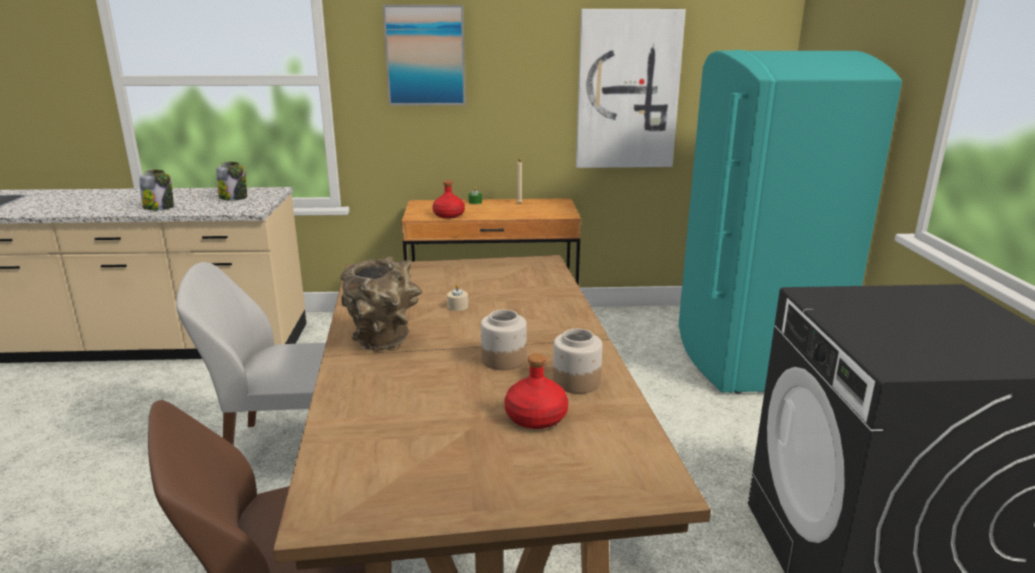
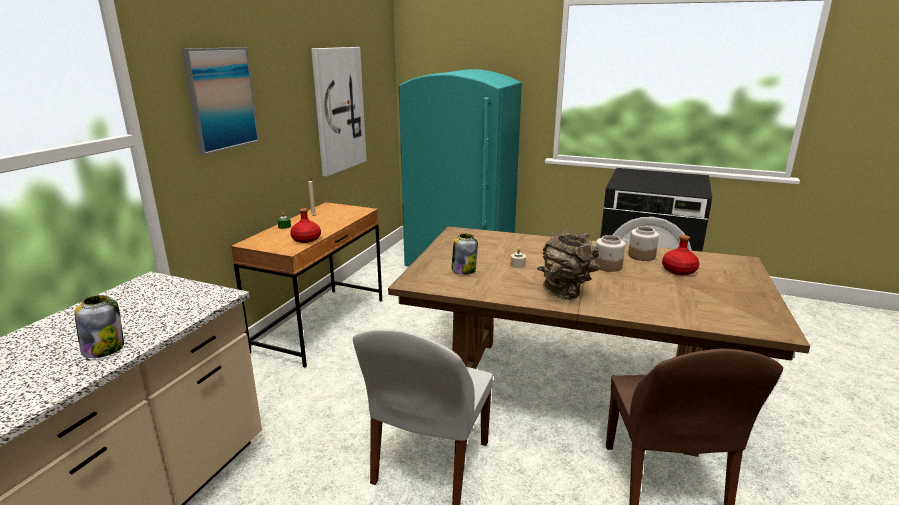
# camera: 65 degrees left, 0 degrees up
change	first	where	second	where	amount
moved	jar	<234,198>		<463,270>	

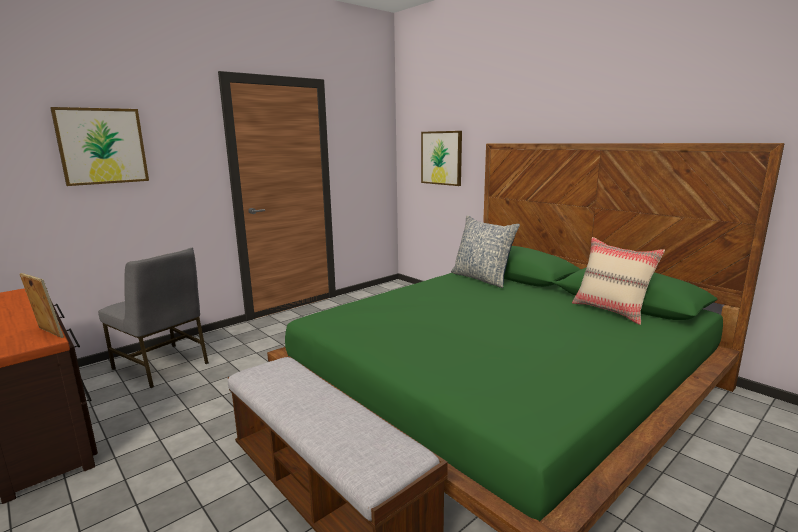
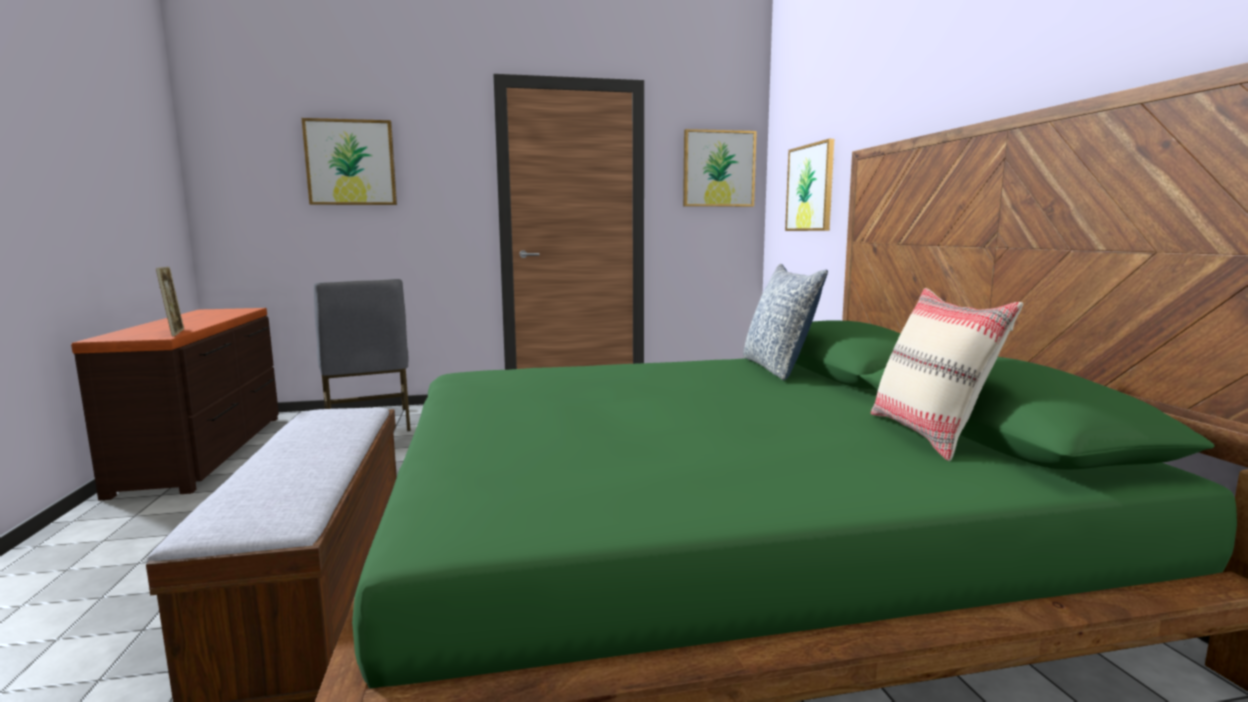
# camera: 30 degrees right, 5 degrees down
change	first	where	second	where	amount
added			picture	<719,169>	

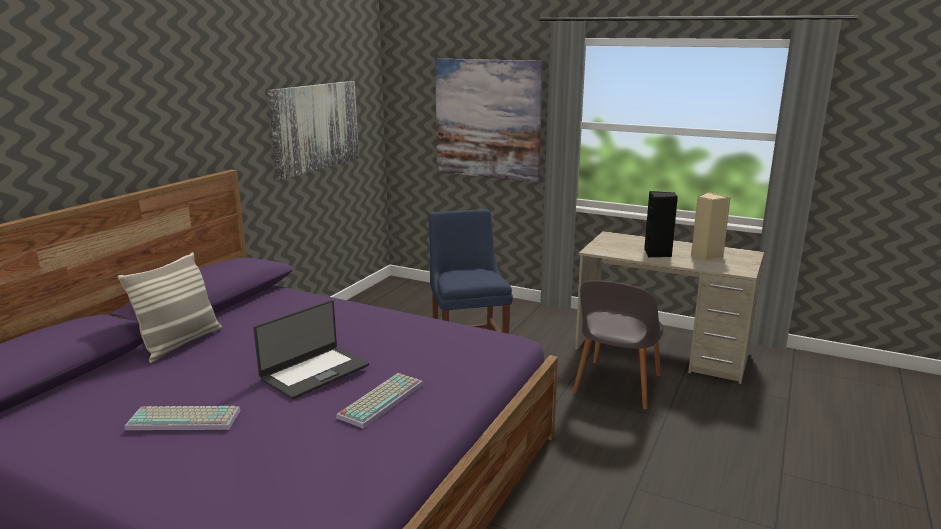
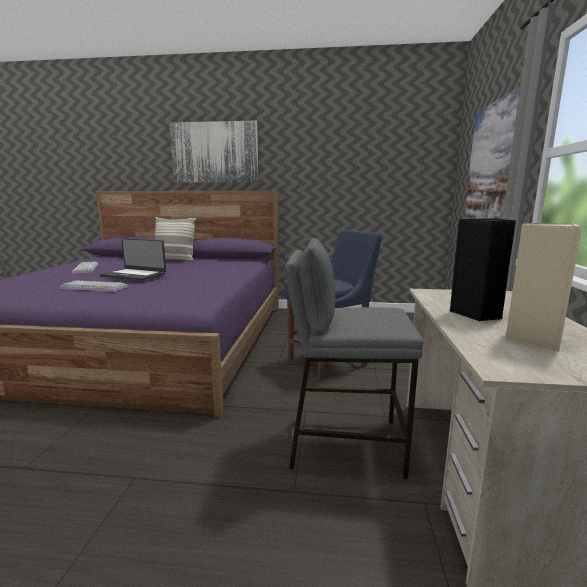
# camera: 70 degrees right, 5 degrees down
change	first	where	second	where	amount
moved	picture	<315,127>		<215,152>	
replaced	grey chair	<616,386>	grey stool	<345,443>	

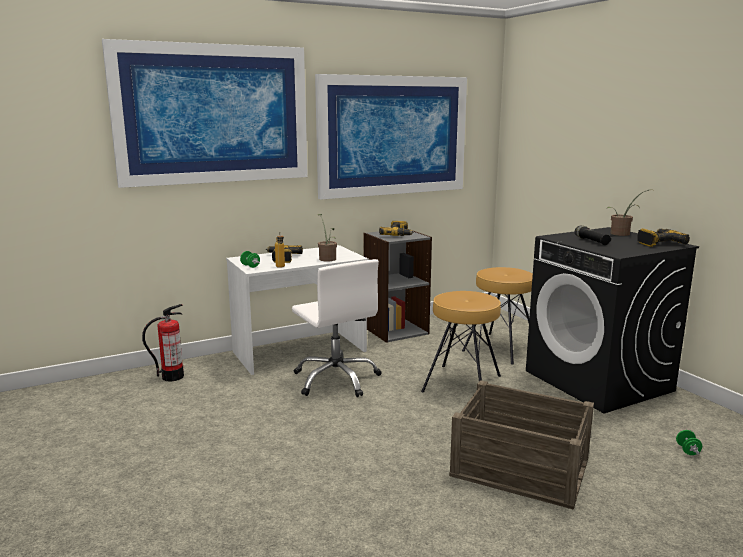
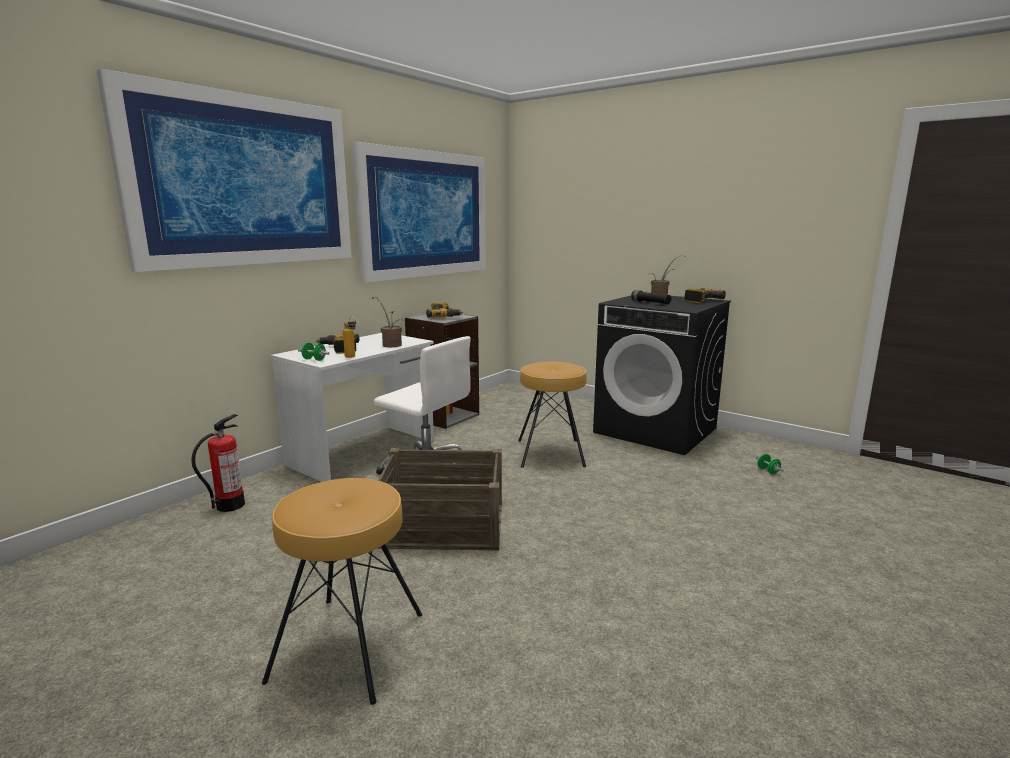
# camera: 25 degrees left, 0 degrees up
change	first	where	second	where	amount
moved	crate	<519,466>		<442,523>	
moved	brown stool	<501,348>		<349,646>	

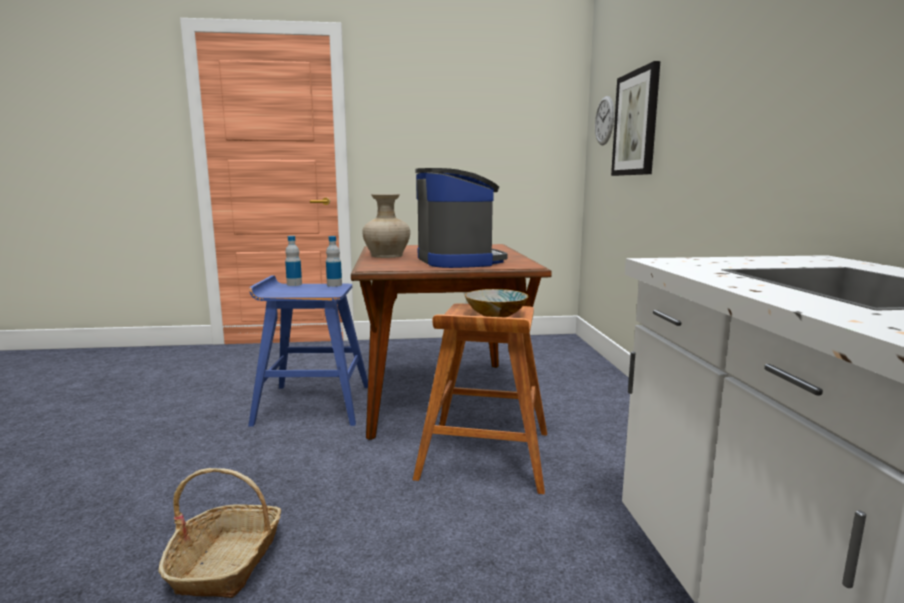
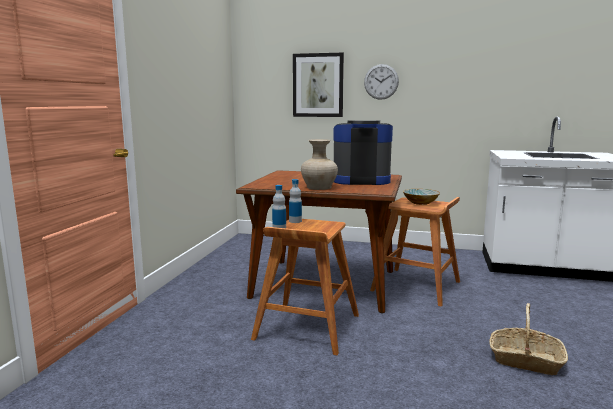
# camera: 70 degrees left, 0 degrees up
change	first	where	second	where	amount
recoloured	blue stool	<312,404>	brown stool	<307,327>	
moved	wall clock	<604,120>		<381,82>	

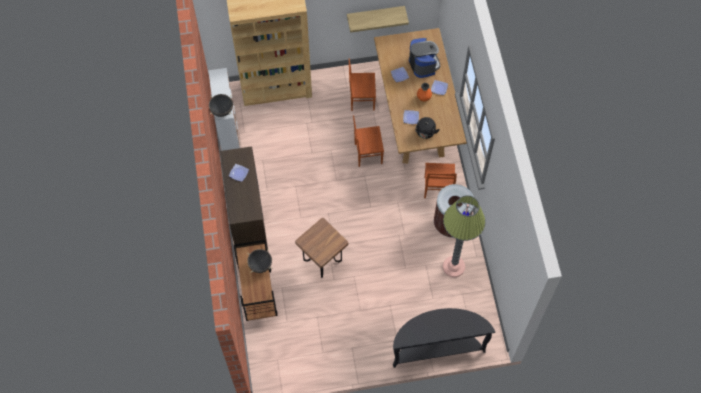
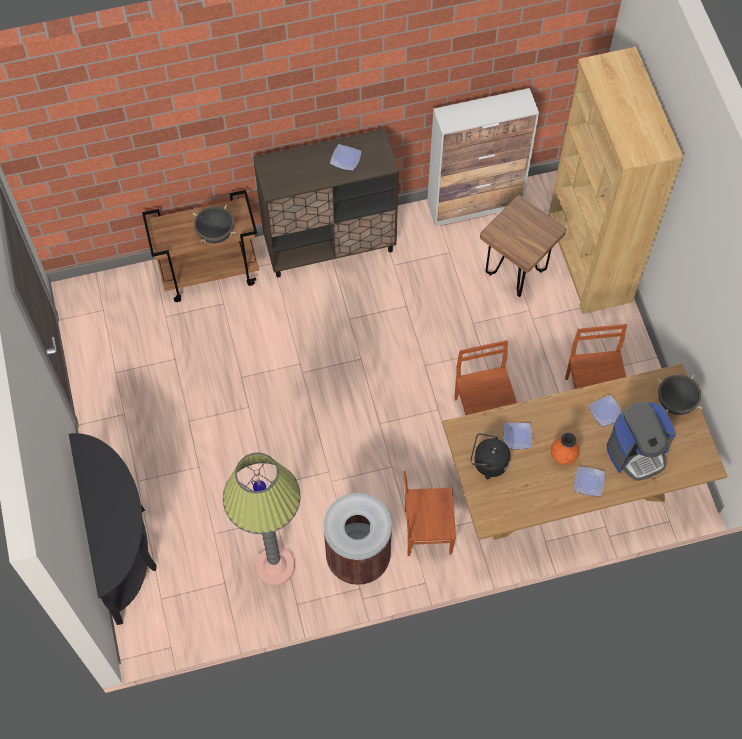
# camera: 85 degrees right, 0 degrees up
change	first	where	second	where	amount
moved	black cooking pot	<222,111>		<675,403>	
moved	brown stool	<322,261>		<515,273>	
removed	shelf	<375,15>			

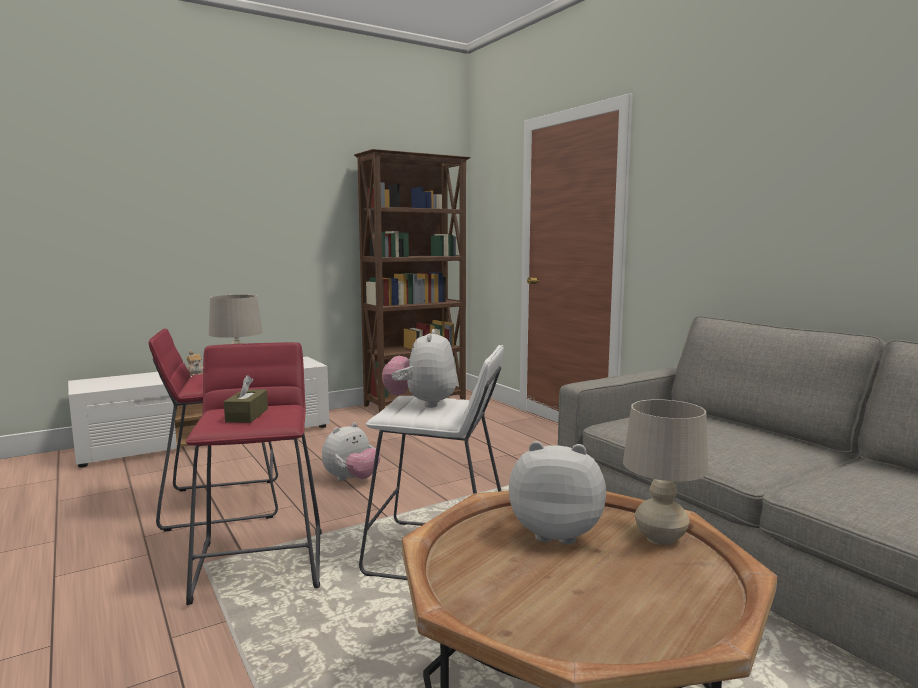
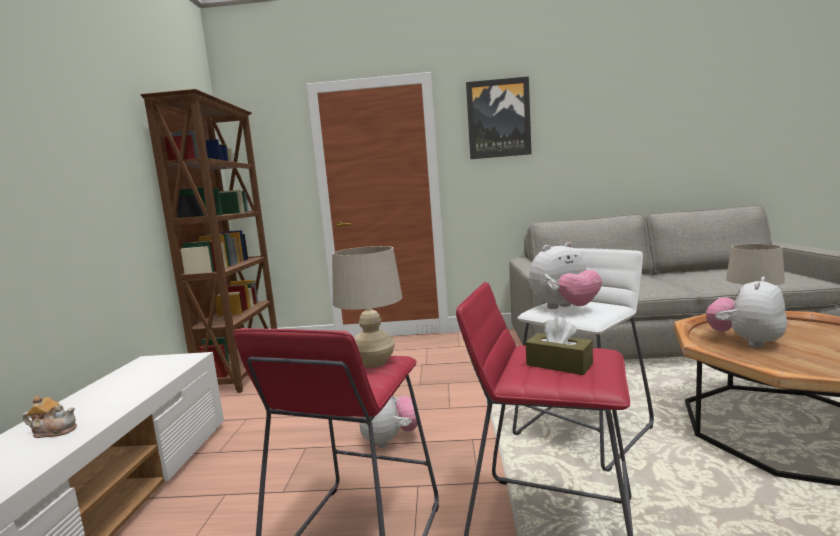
# camera: 55 degrees left, 0 degrees up
change	first	where	second	where	amount
turned	plush toy	<421,403>		<564,308>	60 degrees counterclockwise
added			picture	<498,119>	

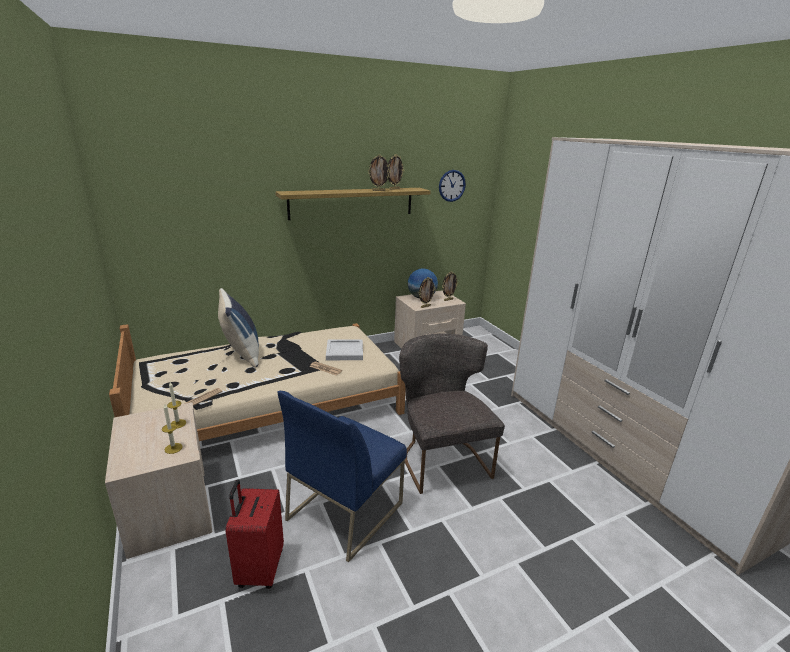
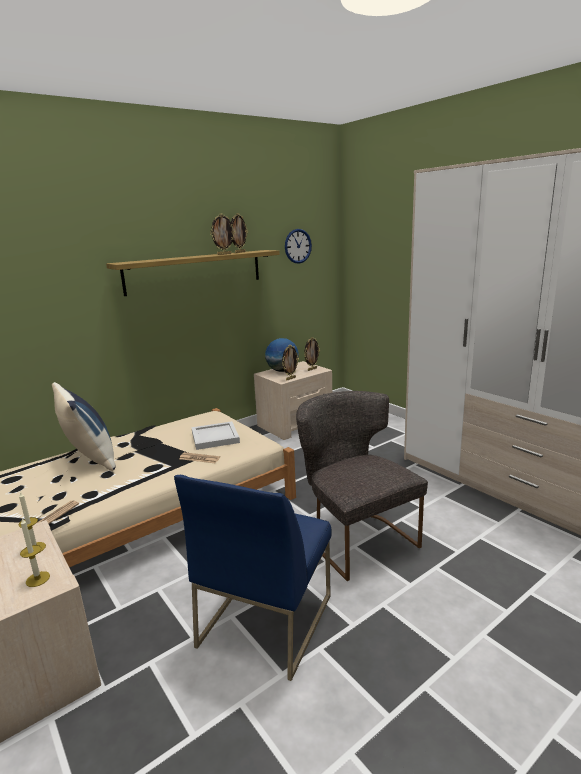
# camera: 10 degrees left, 5 degrees down
change	first	where	second	where	amount
removed	red suitcase	<259,569>			

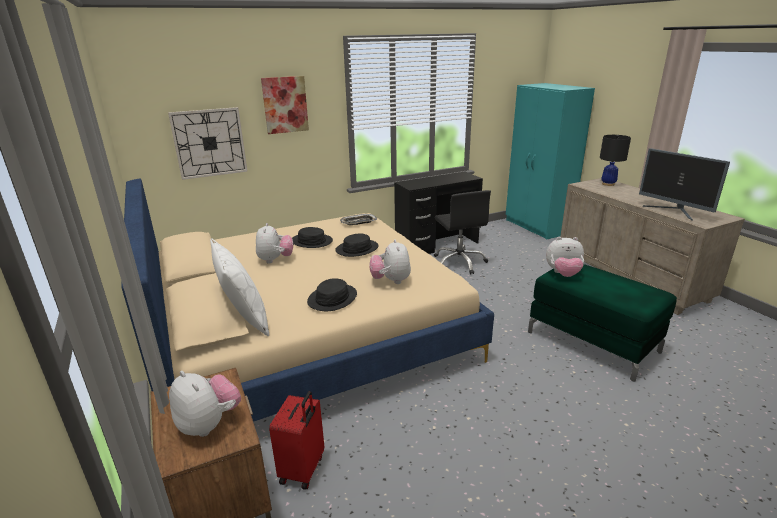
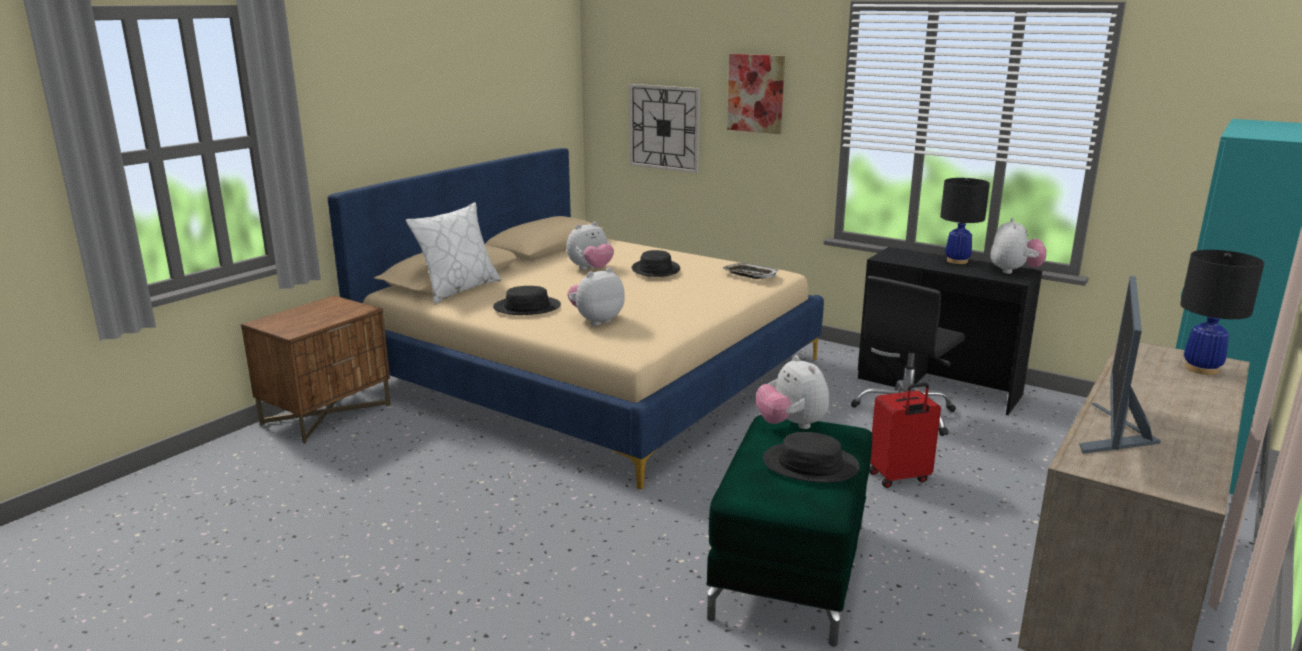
# camera: 60 degrees right, 5 degrees down
change	first	where	second	where	amount
moved	plush toy	<209,424>		<1014,271>	
moved	red suitcase	<303,469>		<899,478>	
moved	black hat	<357,249>		<810,465>	
added			black table lamp	<957,261>	

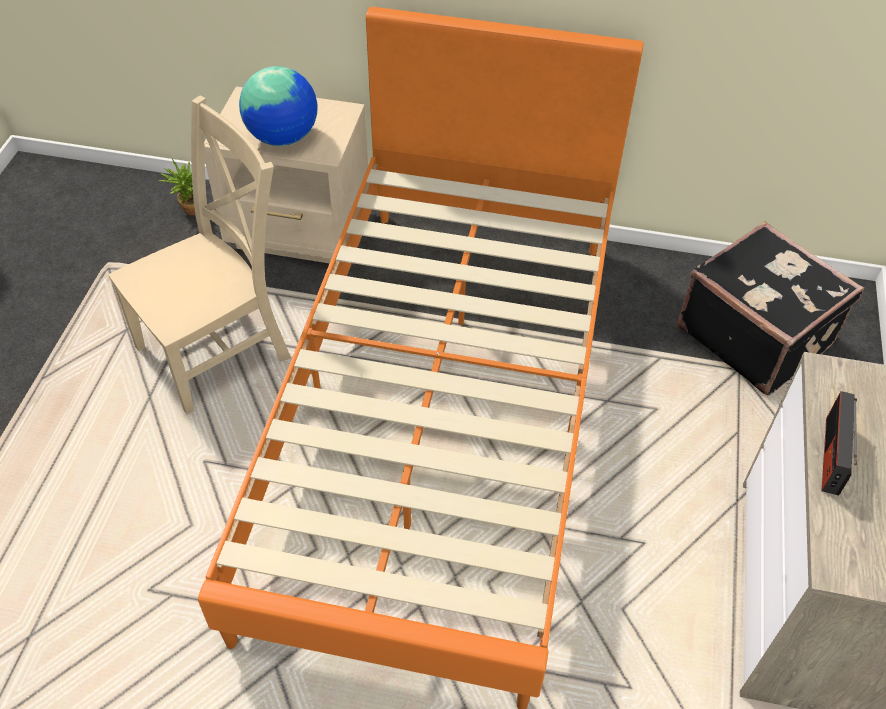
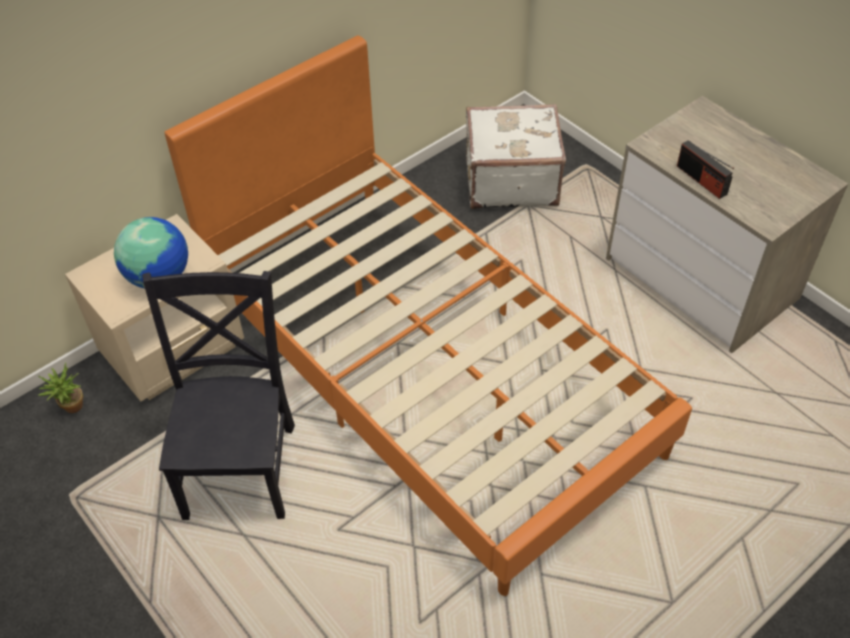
# camera: 50 degrees left, 0 degrees up
change	first	where	second	where	amount
recoloured	beige chair	<219,349>	black chair	<241,465>	
recoloured	black suitcase	<755,335>	white suitcase	<510,180>	

